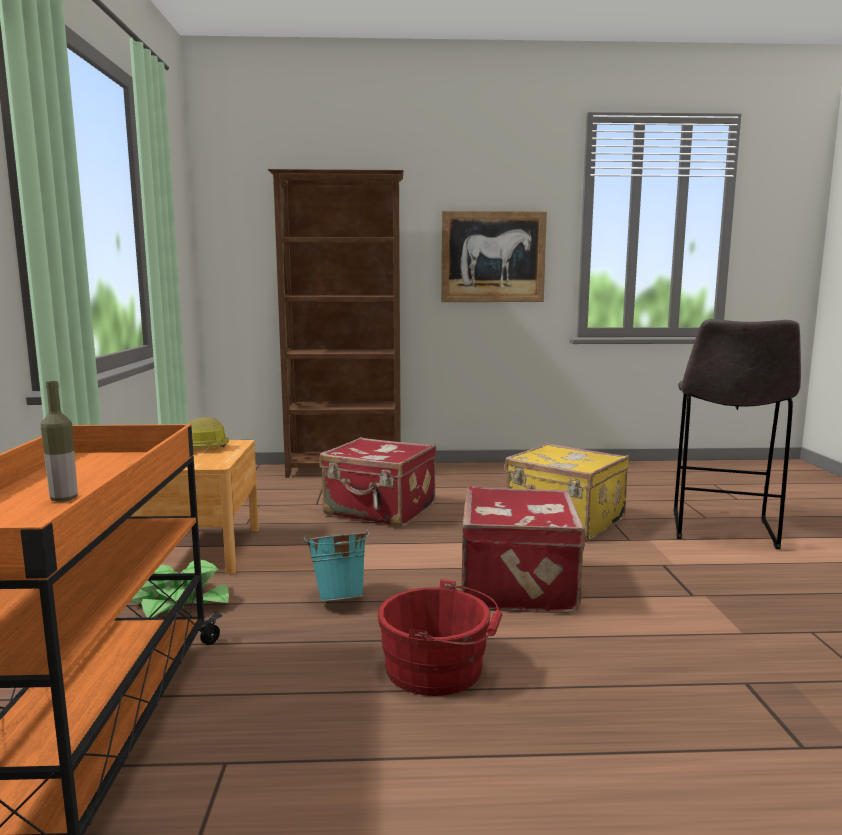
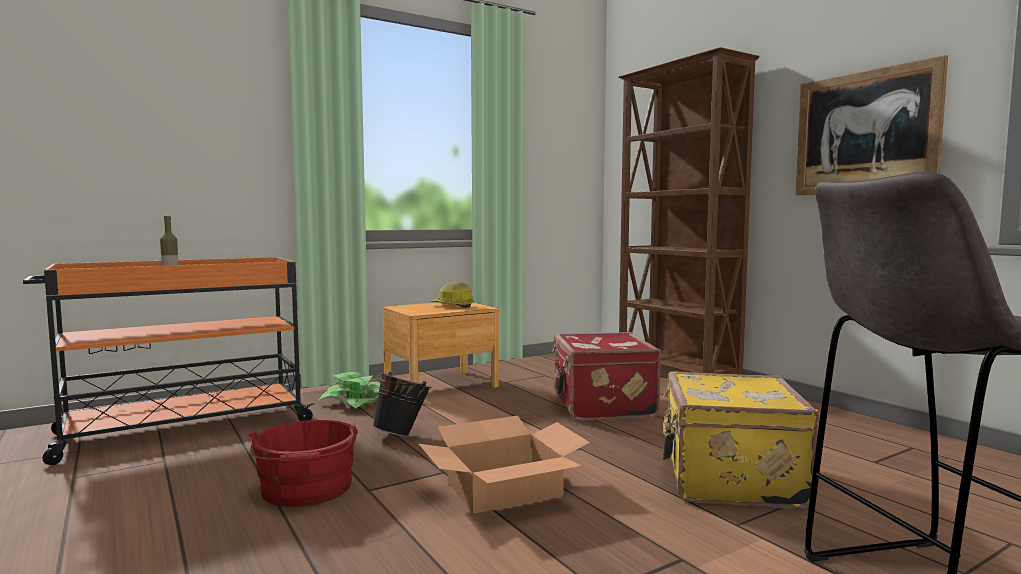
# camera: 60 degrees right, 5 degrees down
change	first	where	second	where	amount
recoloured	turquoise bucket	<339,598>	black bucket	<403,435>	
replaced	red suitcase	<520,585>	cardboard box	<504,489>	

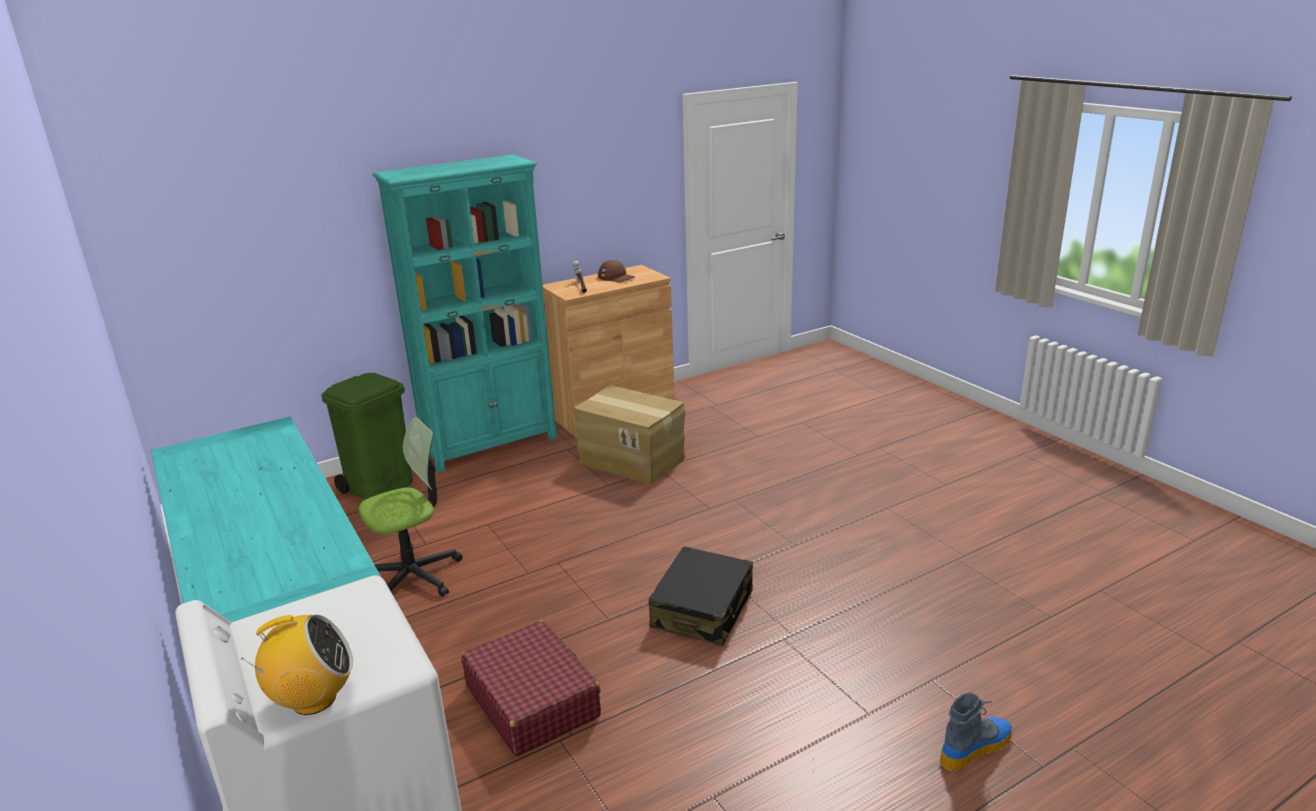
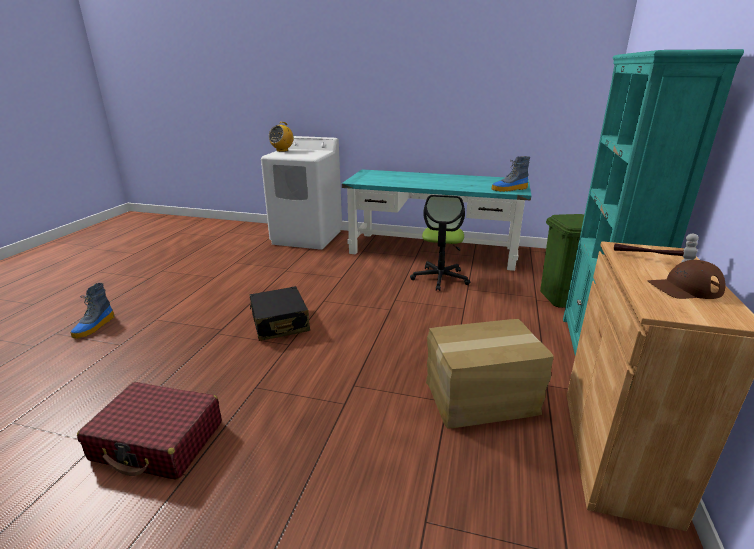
# camera: 135 degrees right, 0 degrees up
change	first	where	second	where	amount
moved	red suitcase	<532,701>		<158,441>	
added			boot	<509,189>	

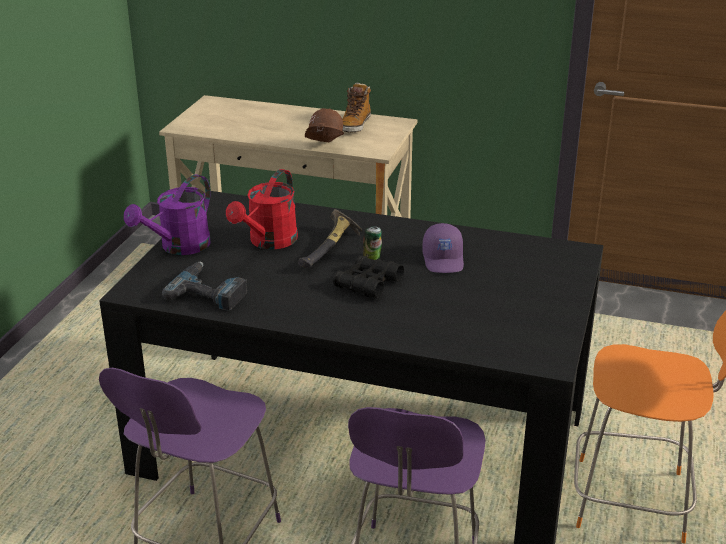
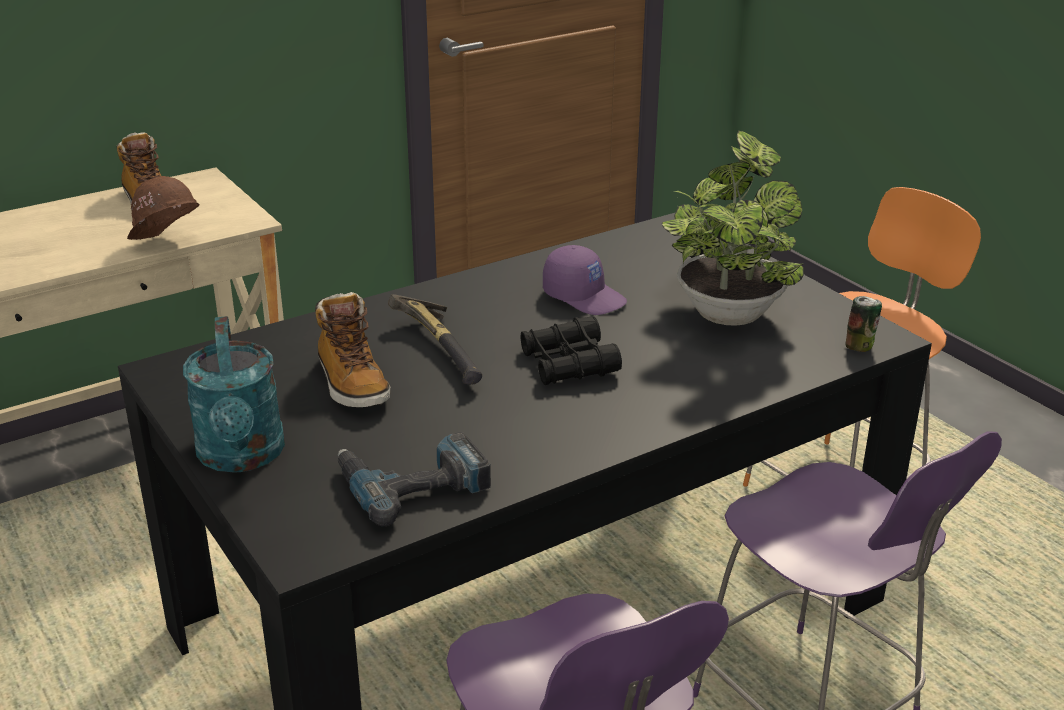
# camera: 50 degrees left, 0 degrees up
change	first	where	second	where	amount
recoloured	purple watering can	<179,247>	turquoise watering can	<242,457>	
replaced	red watering can	<268,242>	boot	<352,383>	
moved	can	<372,257>		<859,346>	
added			potted plant	<728,310>	

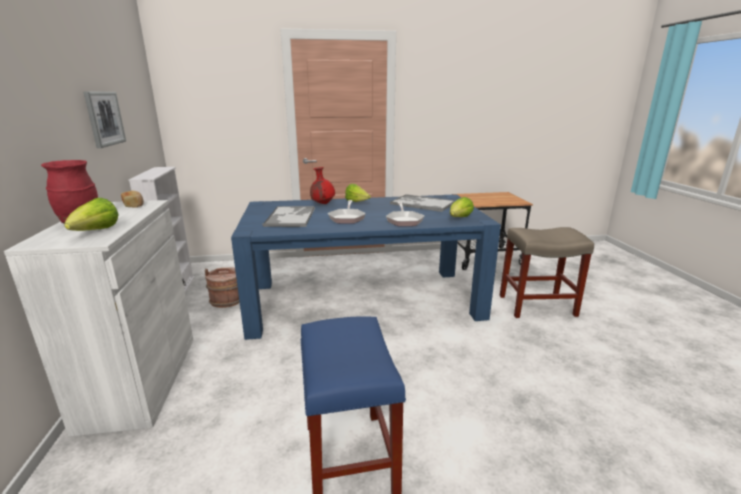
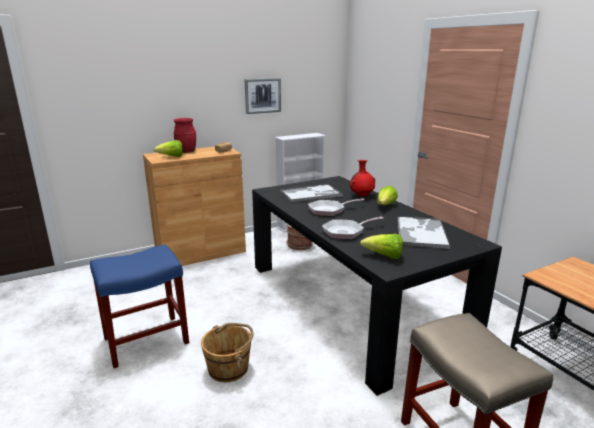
# camera: 70 degrees right, 0 degrees up
change	first	where	second	where	amount
recoloured	white cabinet	<141,380>	brown cabinet	<200,252>	
recoloured	blue dining table	<364,300>	black dining table	<351,301>	
added			brown bucket	<229,368>	

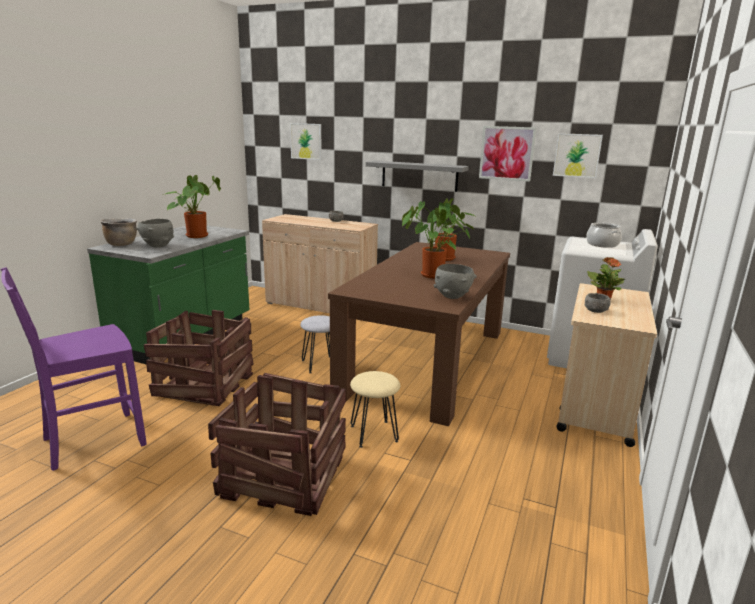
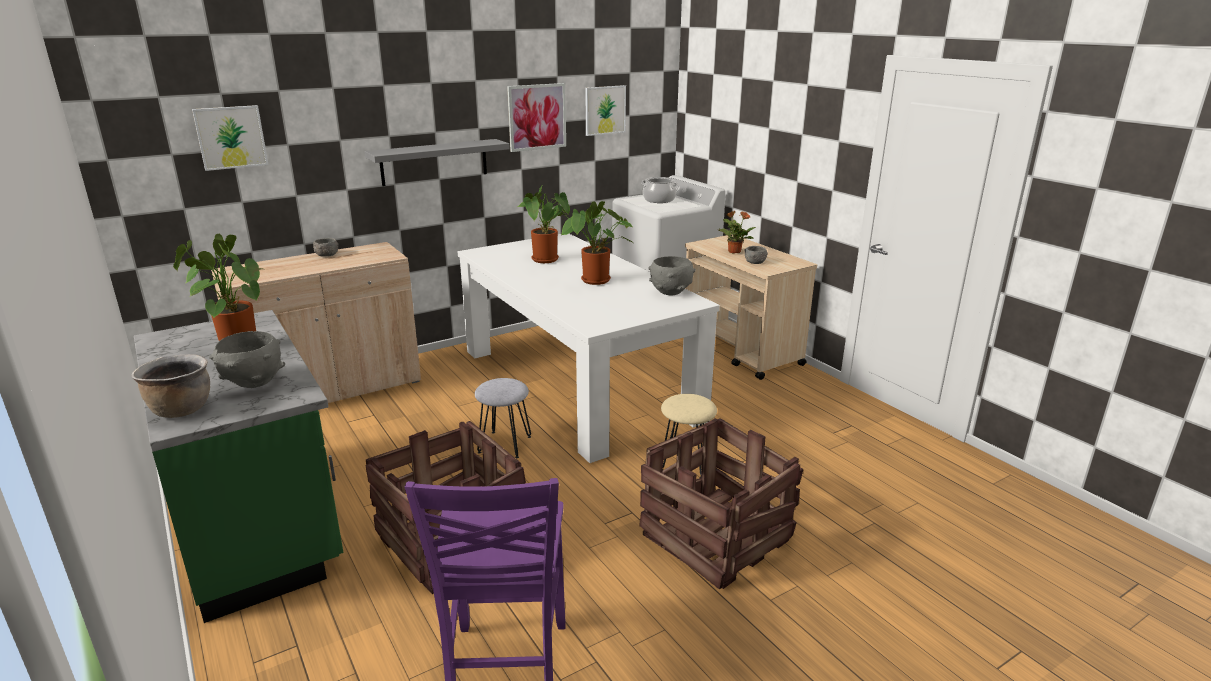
# camera: 55 degrees left, 5 degrees up
change	first	where	second	where	amount
recoloured	brown dining table	<427,361>	white dining table	<577,383>	

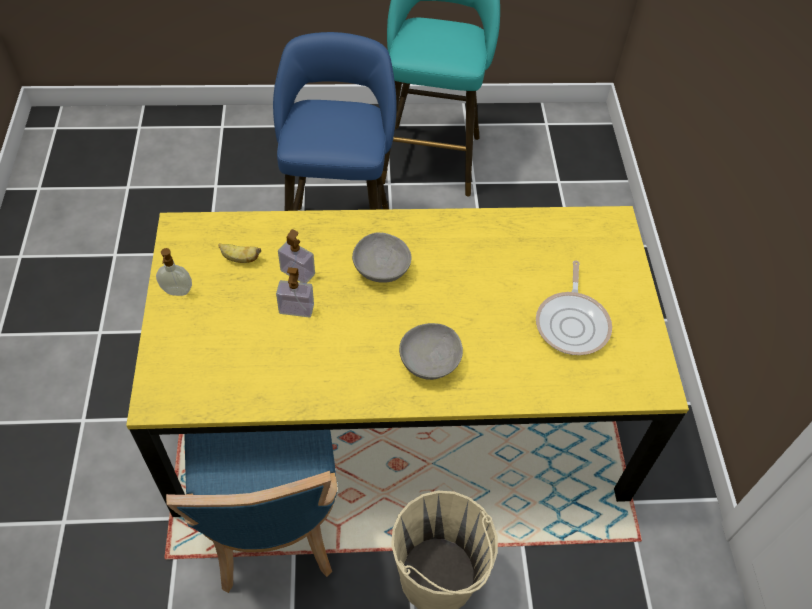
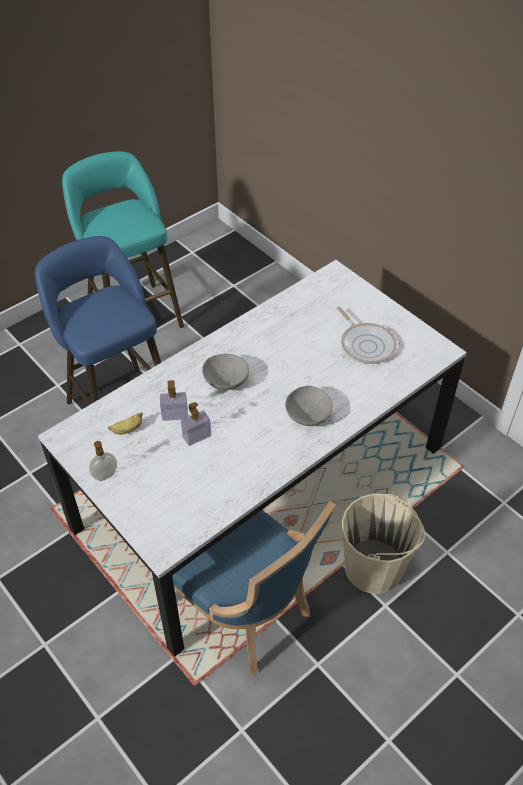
# camera: 35 degrees left, 5 degrees down
change	first	where	second	where	amount
recoloured	yellow dining table	<401,409>	white dining table	<262,486>	

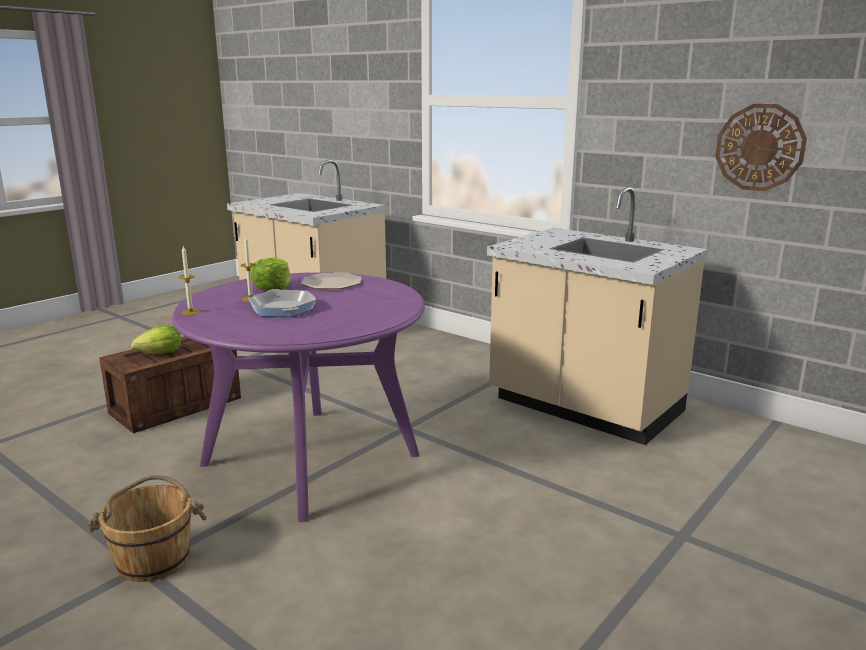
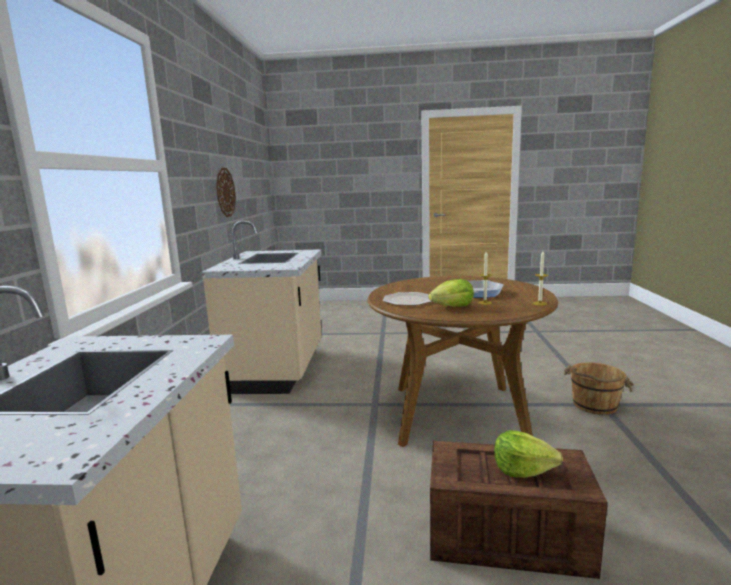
# camera: 125 degrees left, 5 degrees down
change	first	where	second	where	amount
recoloured	purple dining table	<311,459>	brown dining table	<457,413>	

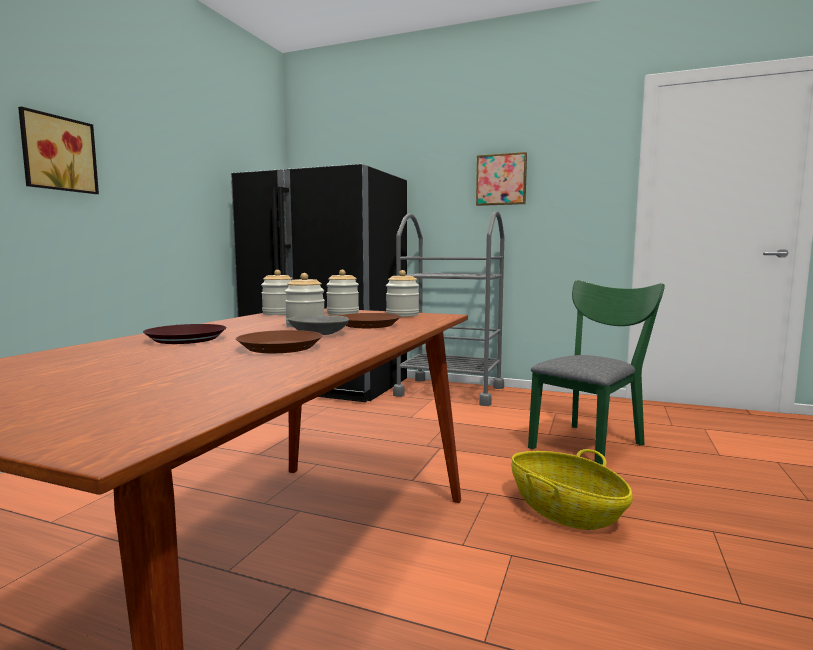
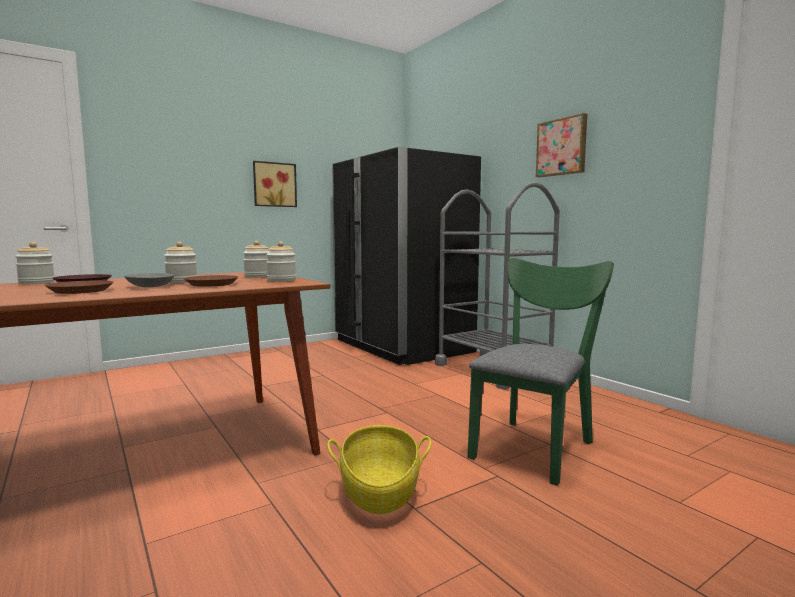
# camera: 35 degrees right, 0 degrees up
change	first	where	second	where	amount
moved	picture	<57,154>		<274,184>	
moved	jar	<278,313>		<37,283>	
turned	green chair	<590,443>		<535,445>	45 degrees counterclockwise

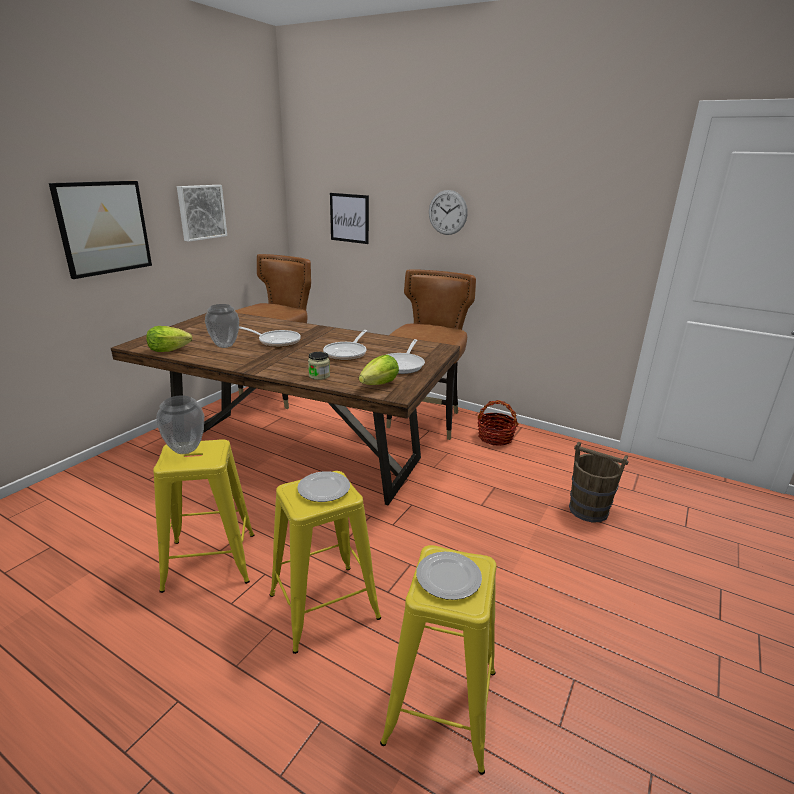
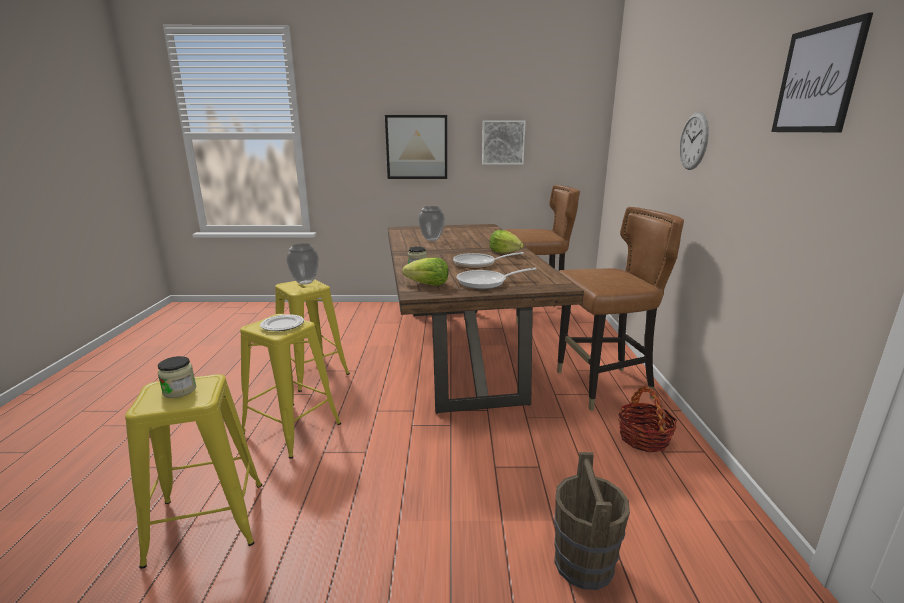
# camera: 60 degrees right, 5 degrees down
change	first	where	second	where	amount
moved	lettuce	<168,350>		<504,253>	
removed	frying pan	<276,341>			
moved	picture	<349,218>		<817,80>	
replaced	plate	<448,577>	jar	<179,390>	

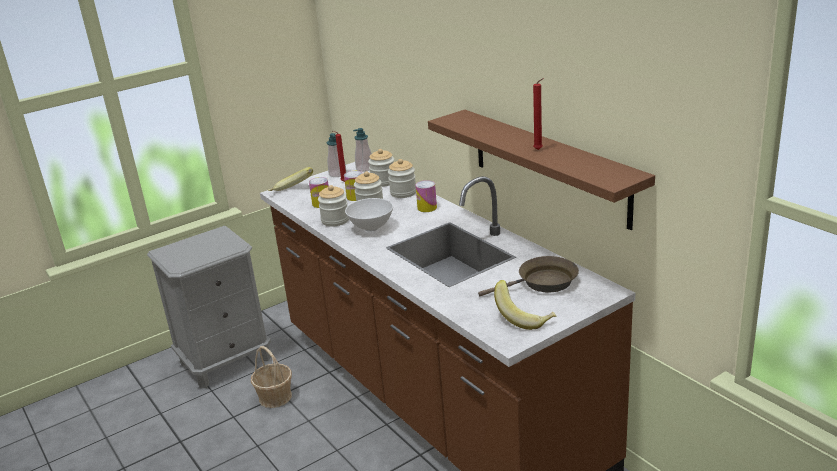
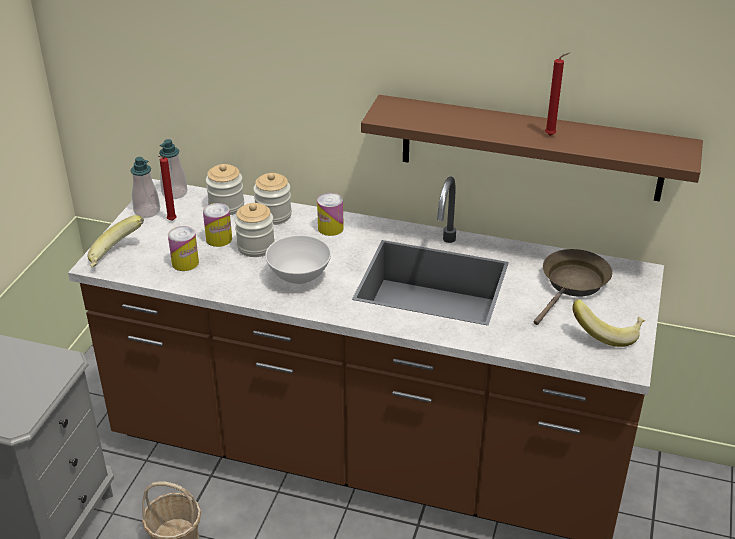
# camera: 40 degrees left, 10 degrees up
change	first	where	second	where	amount
removed	jar	<335,220>			

